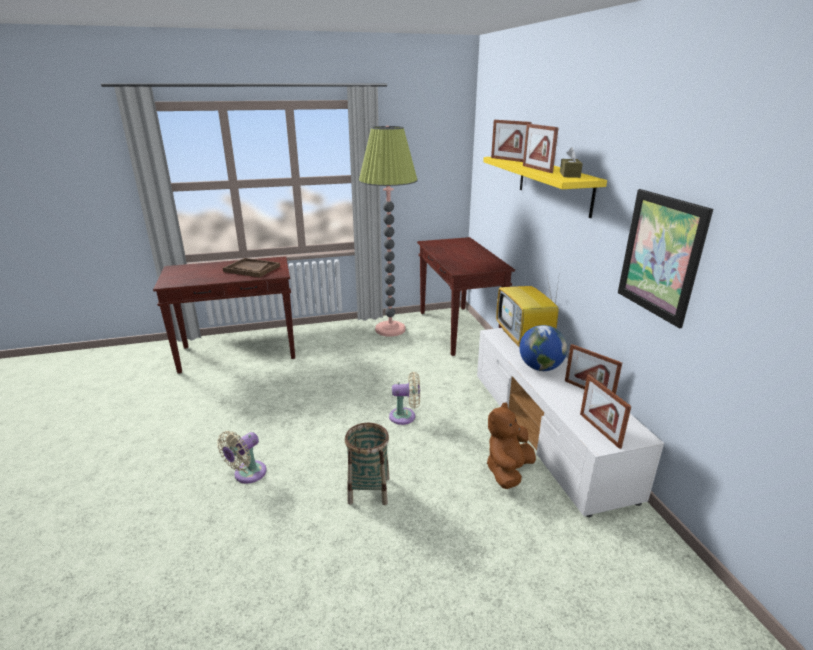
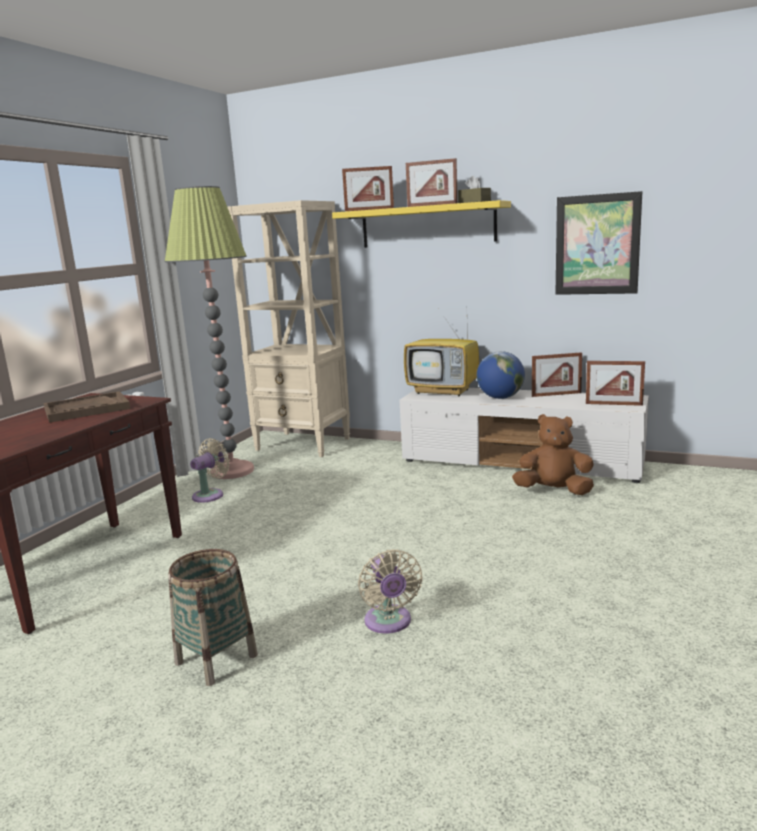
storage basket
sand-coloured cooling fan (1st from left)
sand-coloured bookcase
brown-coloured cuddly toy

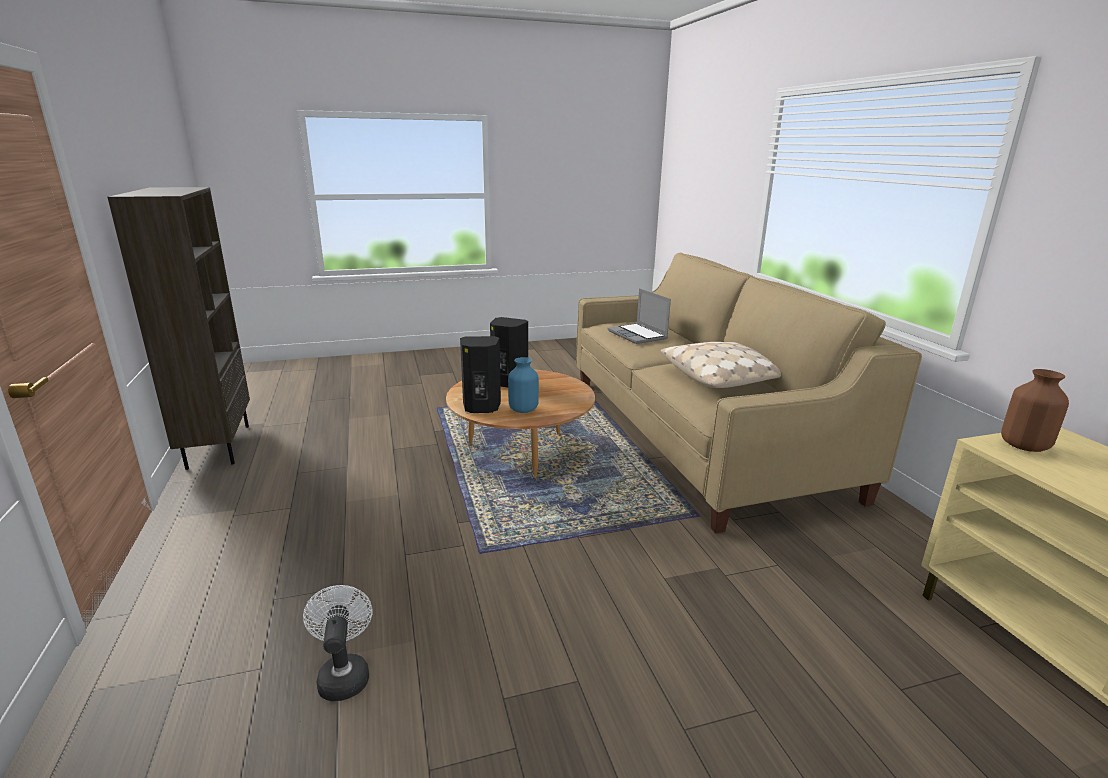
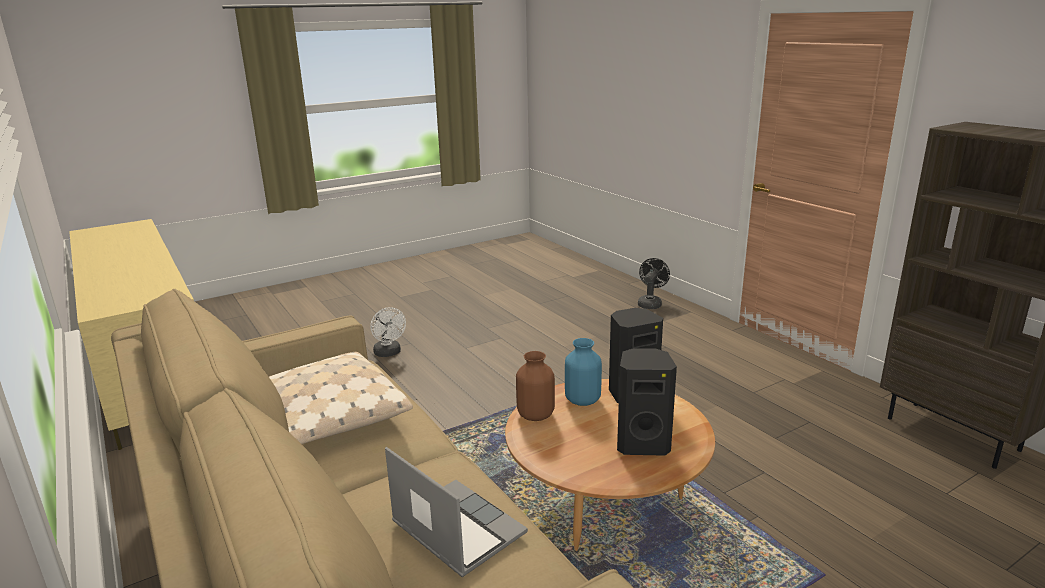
white-coloured cooling fan
brown-coloured flower vase
blackish cooling fan

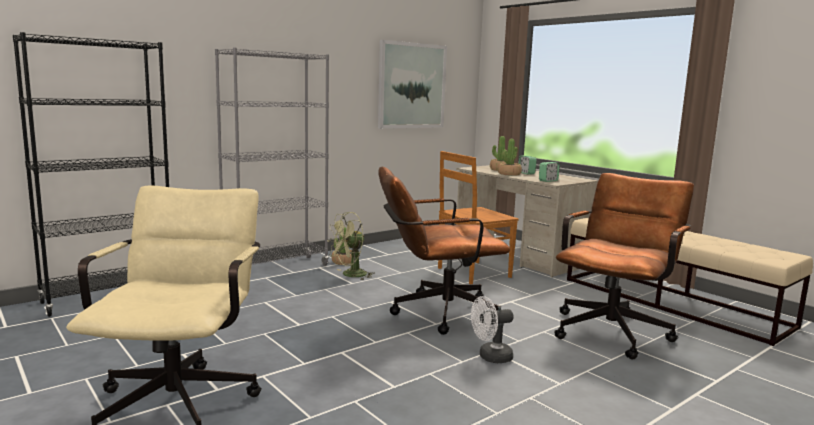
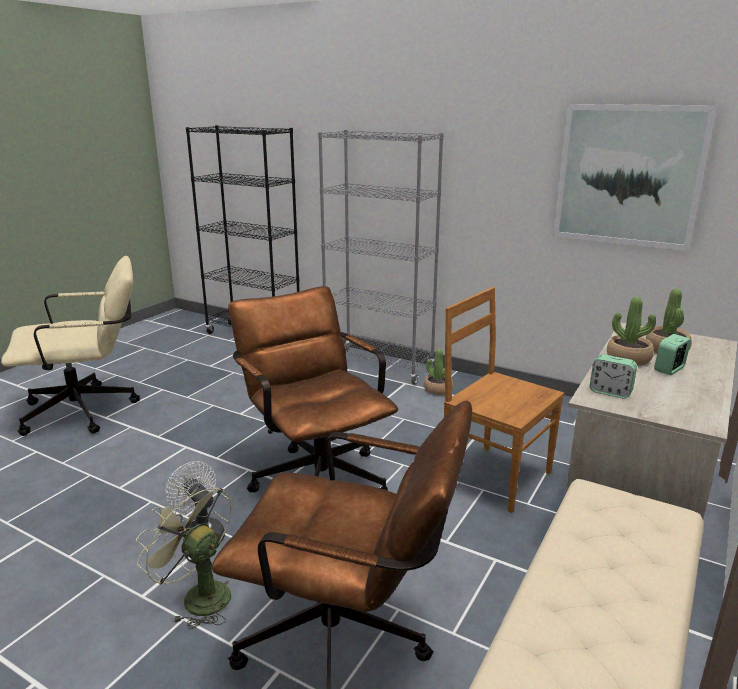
green cooling fan

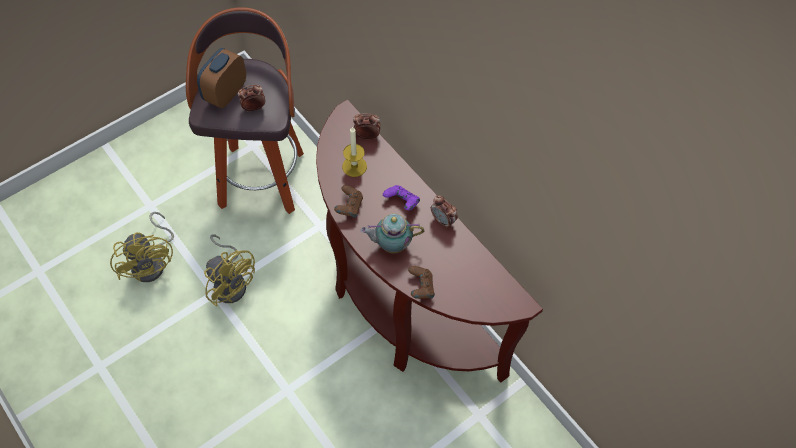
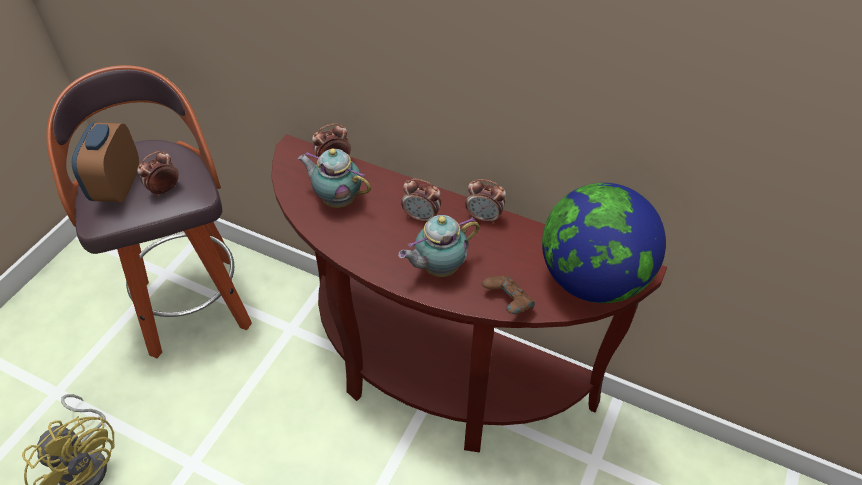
pot for tea (1st from left)
table clock (4th from left)
world globe
yellow cooling fan (2nd from left in the first image)
brown-coloured gamepad (1st from left in the first image)

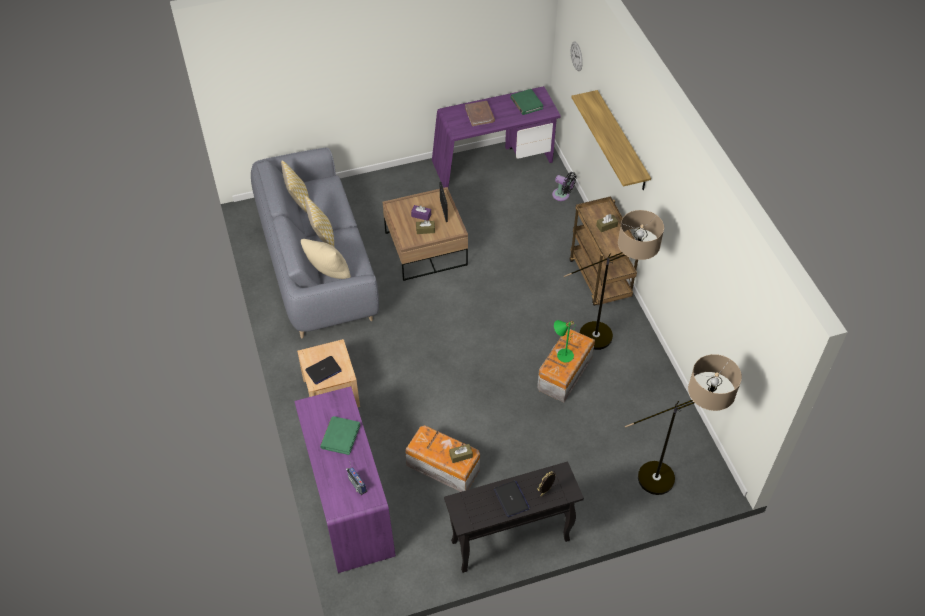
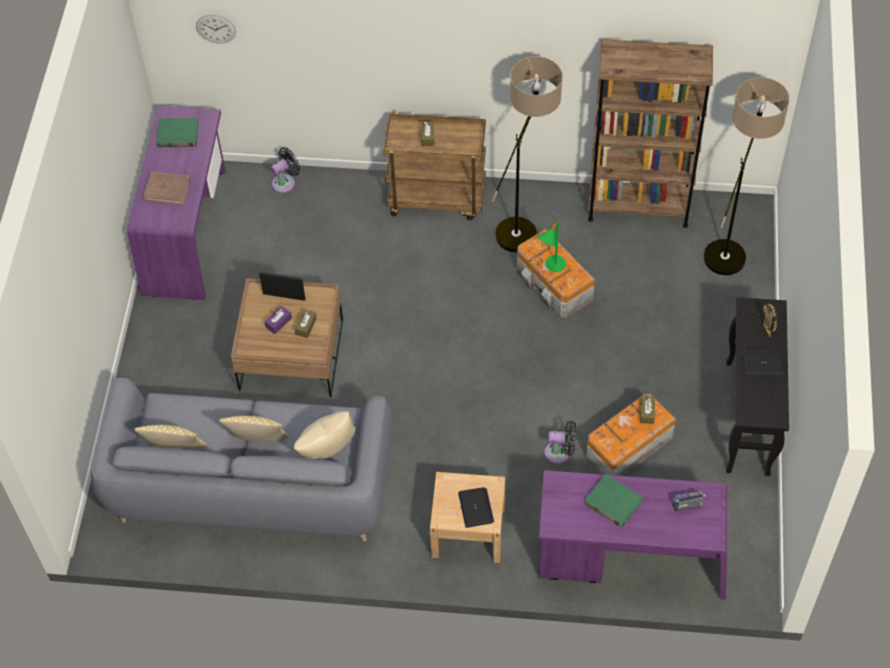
blackish cooling fan (2nd from left)
brown-coloured bookcase
wall shelf

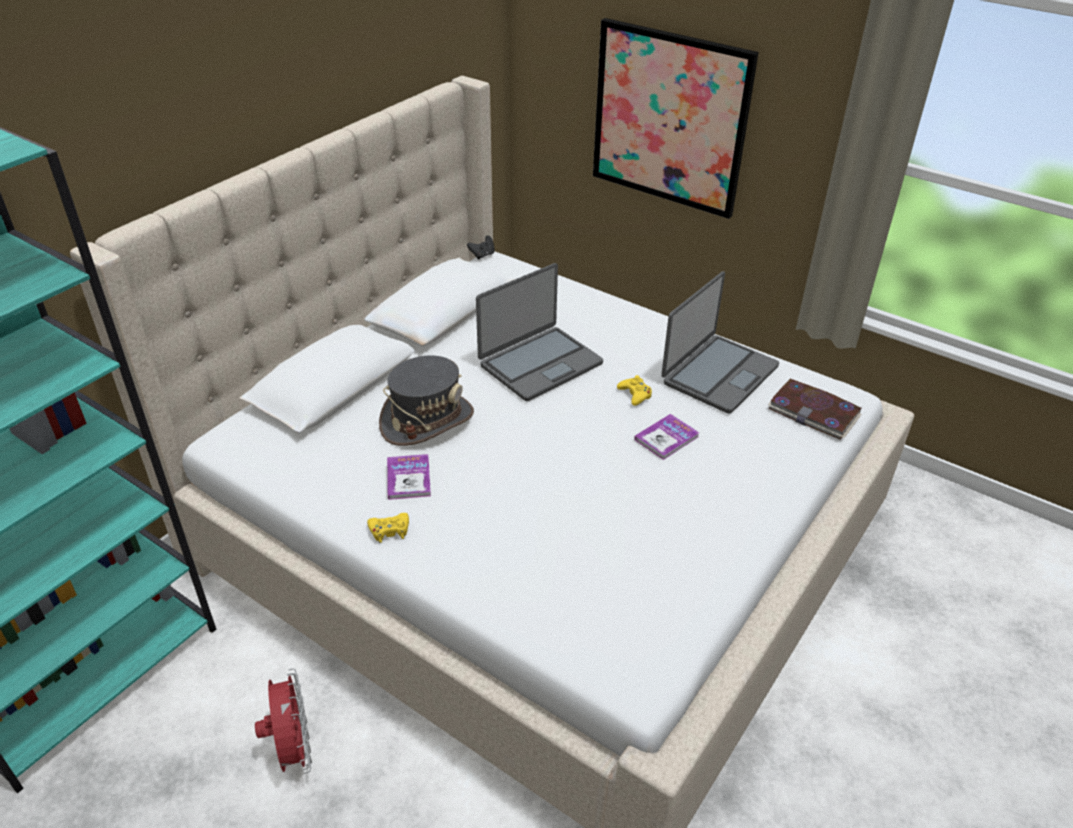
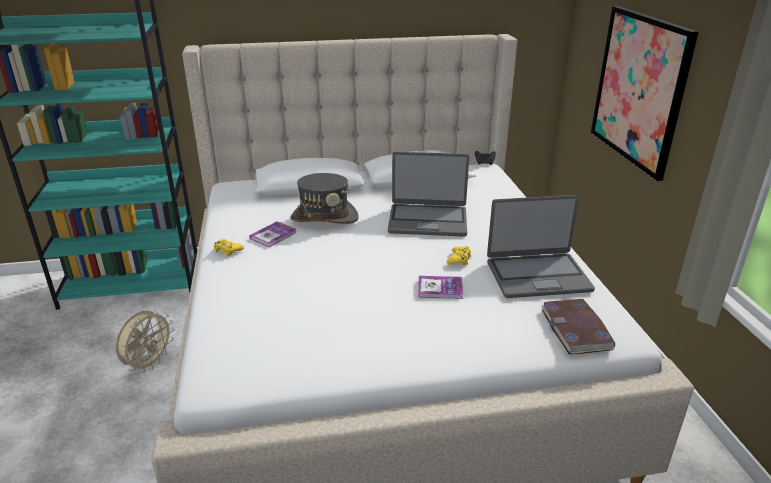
sand-coloured cooling fan

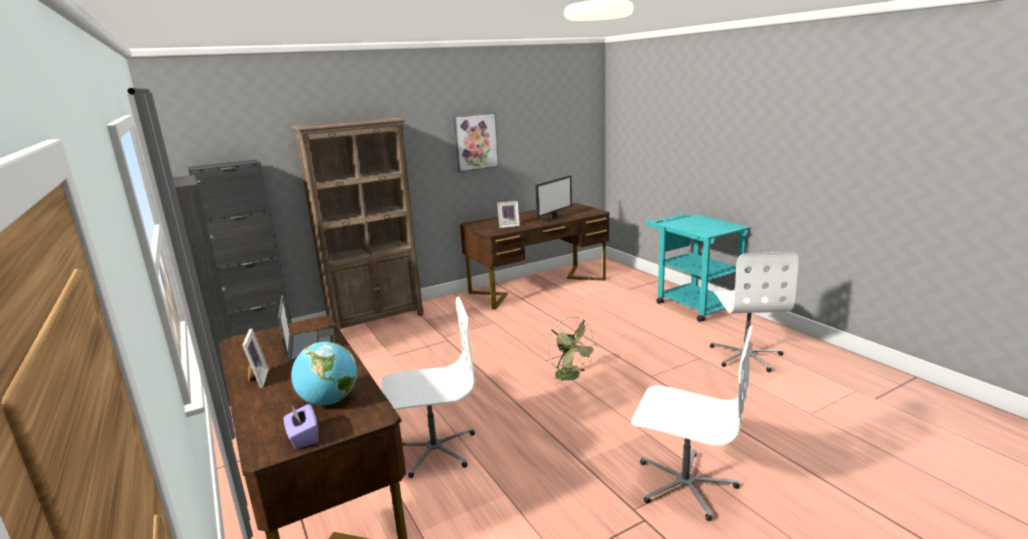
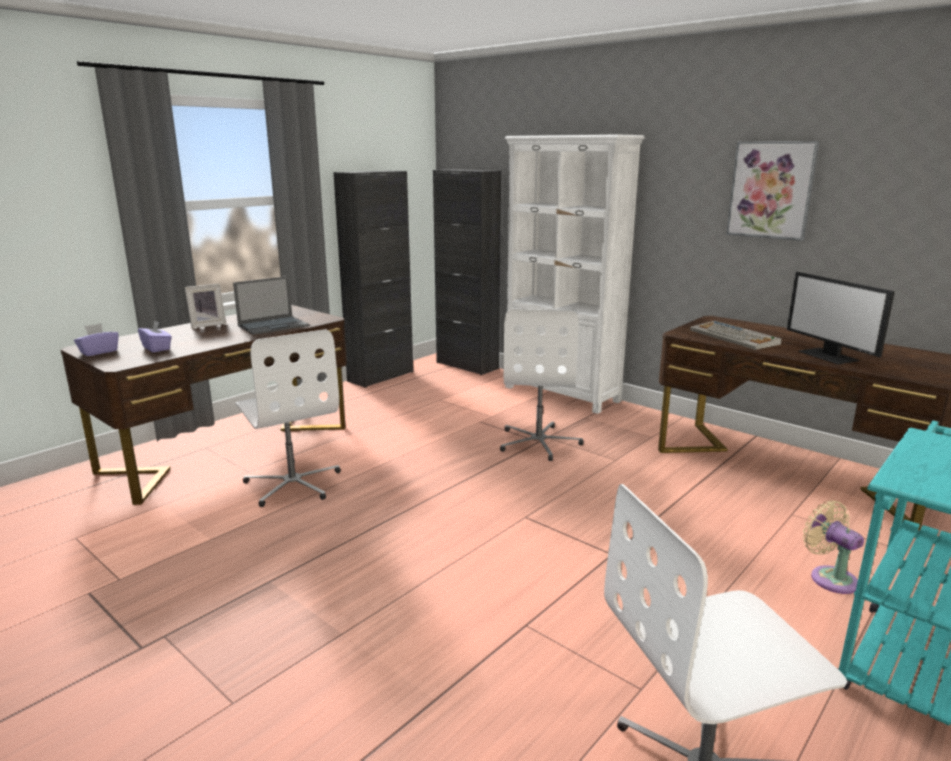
purplish tissue box (2nd from left)
white-coloured office chair (2nd from left)
white-coloured bookcase
PC keyboard
monitor
sand-coloured cooling fan
green cooling fan

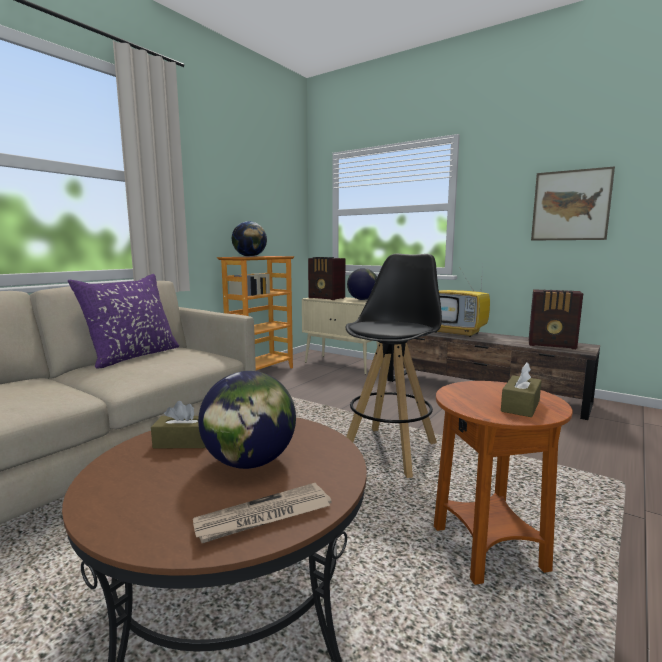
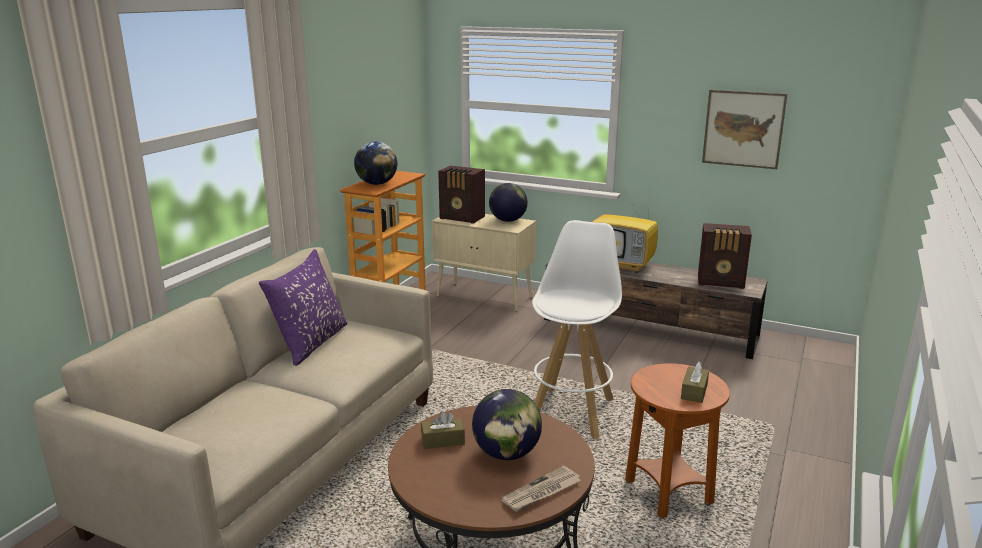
white-coloured stool

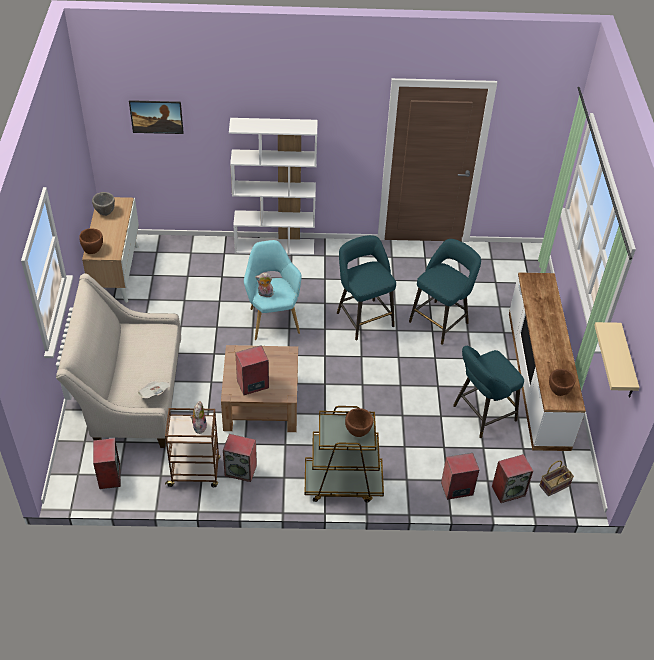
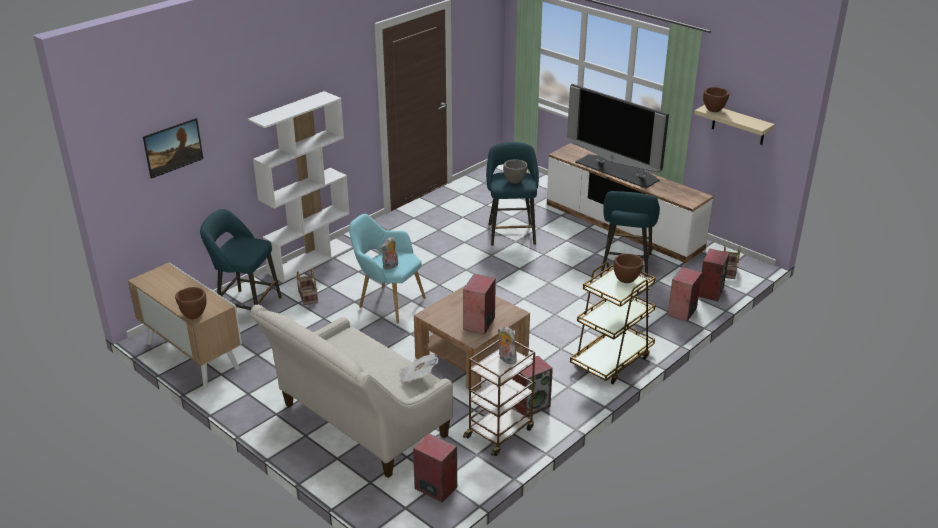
turquoise-coloured stool (1st from left)
storage basket (1st from left)
greyish serving bowl
television
brown-coloured serving bowl (3rd from left)

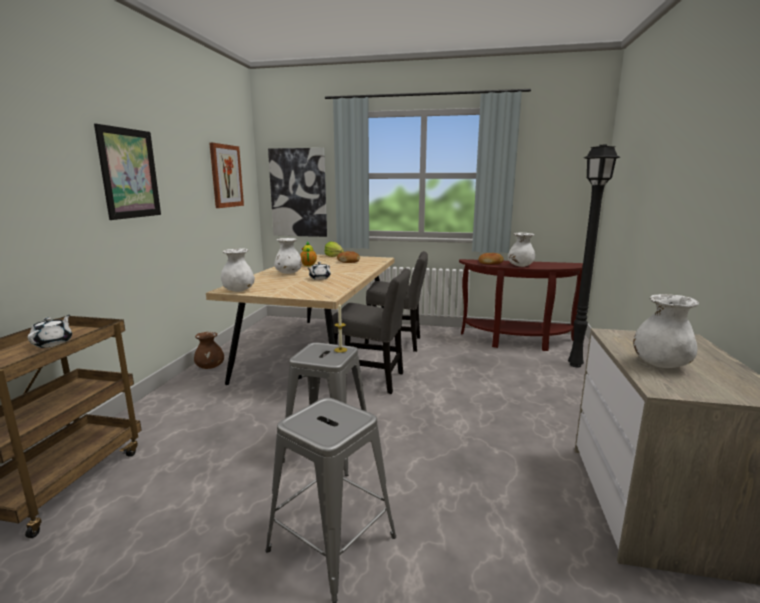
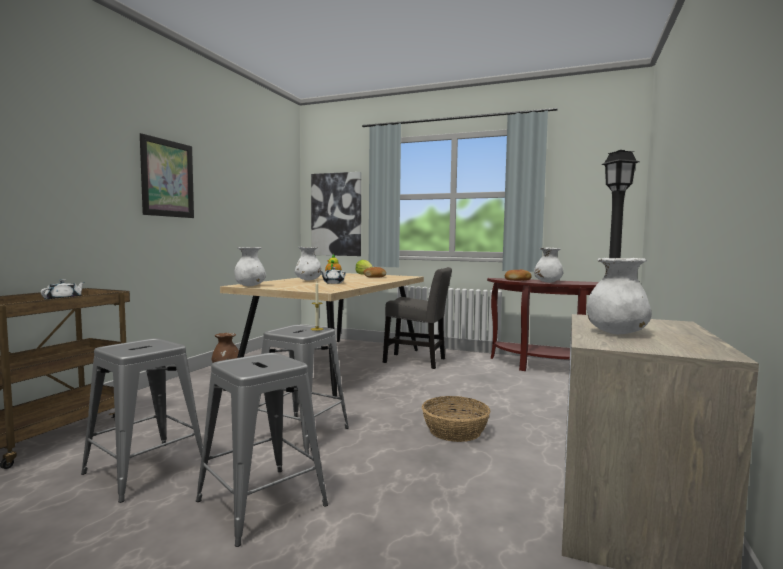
greyish stool (1st from left)
storage basket
wall art (2nd from left in the first image)
greyish plain chair (1st from left in the first image)

